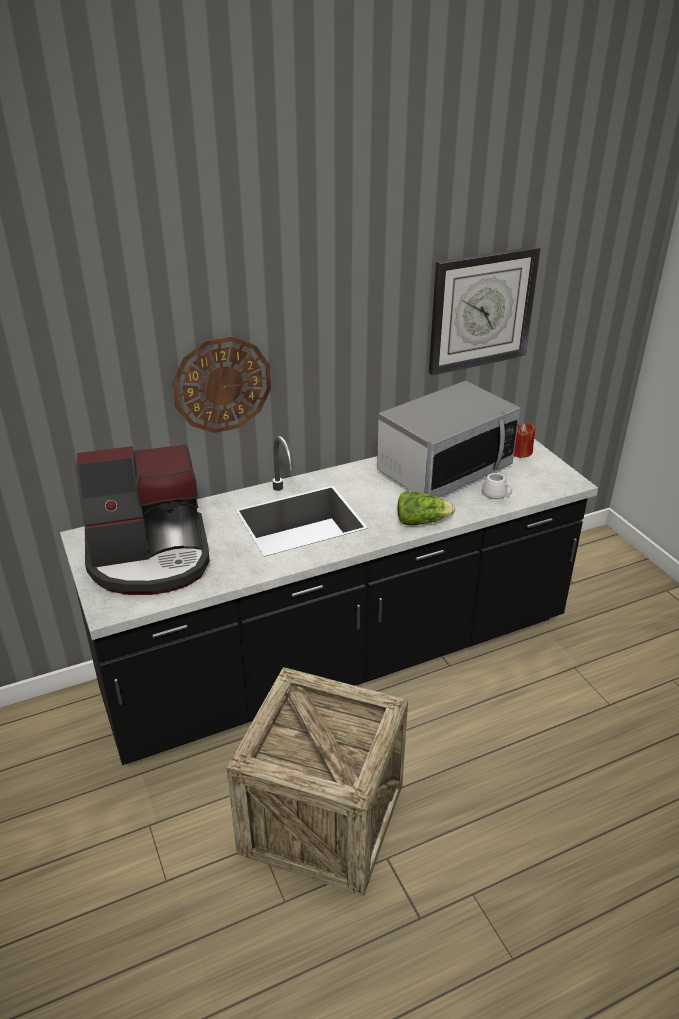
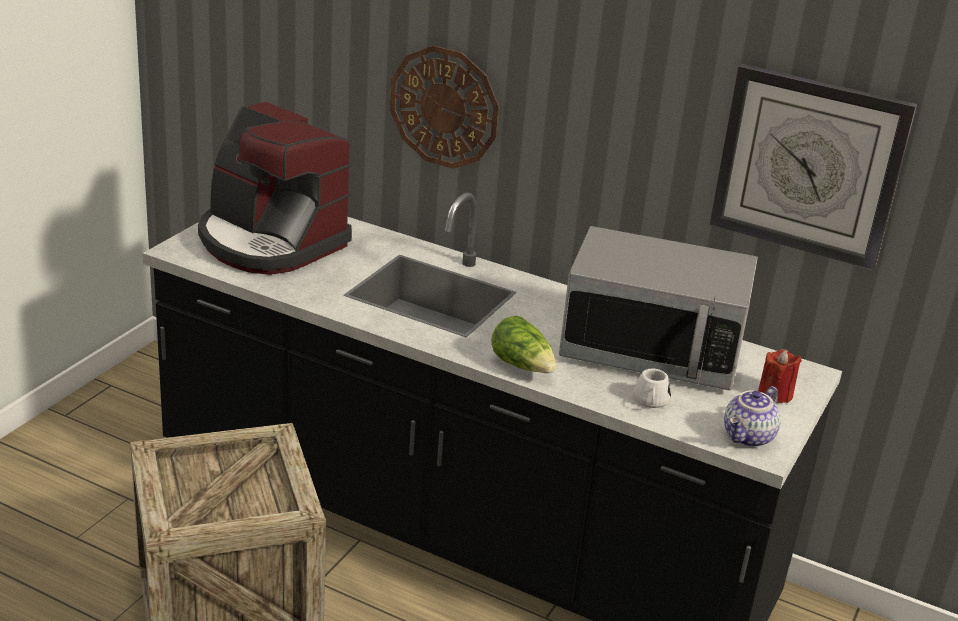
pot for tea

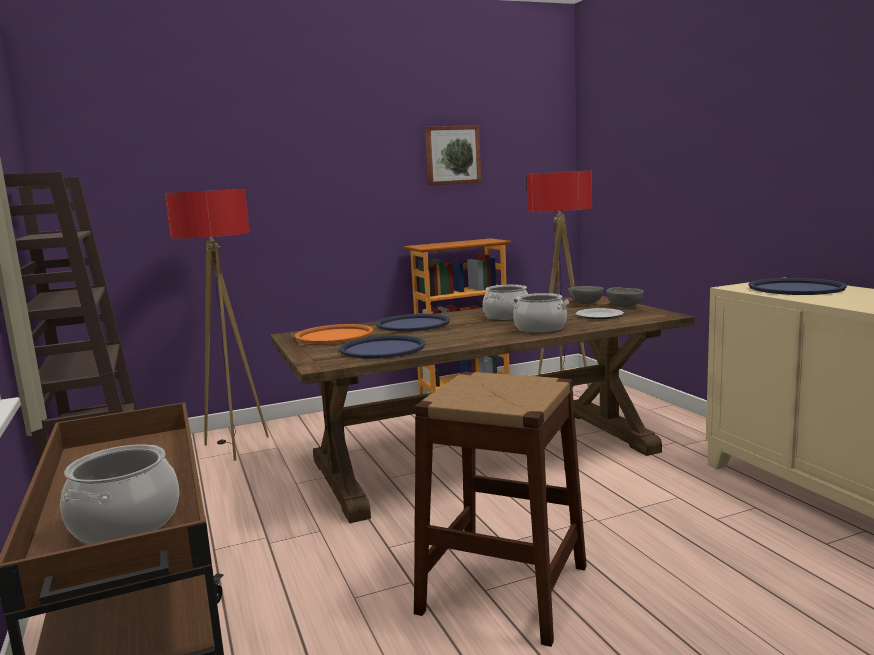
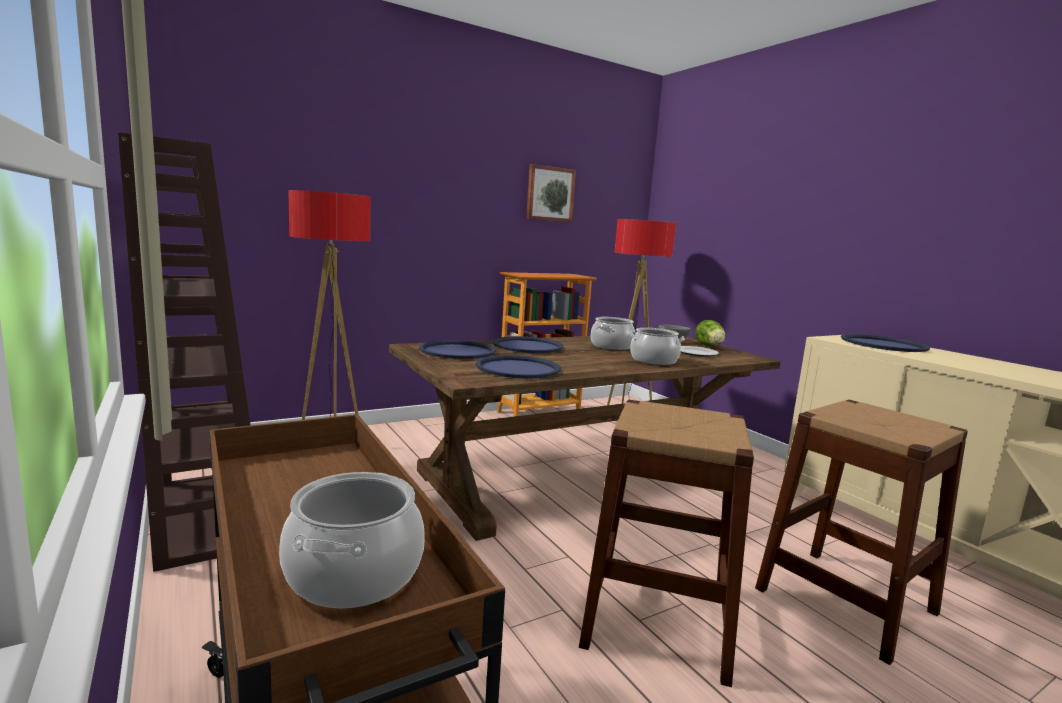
blue serving tray (1st from left)
lettuce
brown-coloured stool (2nd from left)

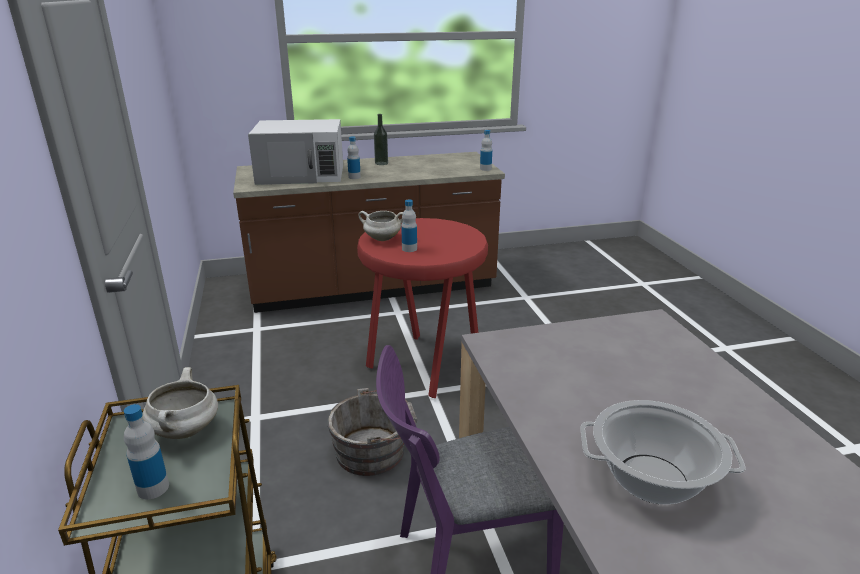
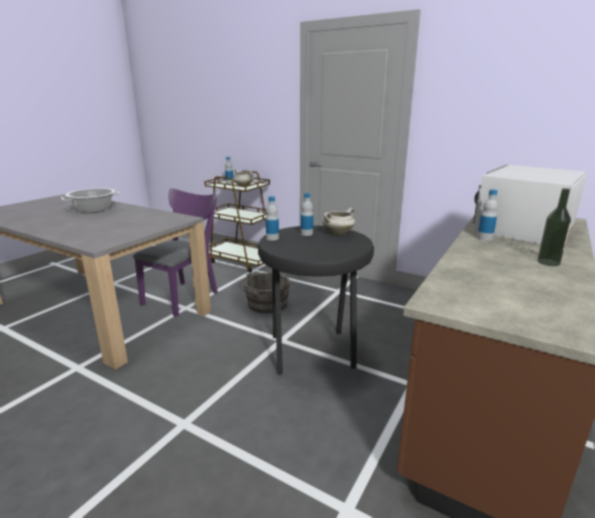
blackish stool
beverage bottle (2nd from left)

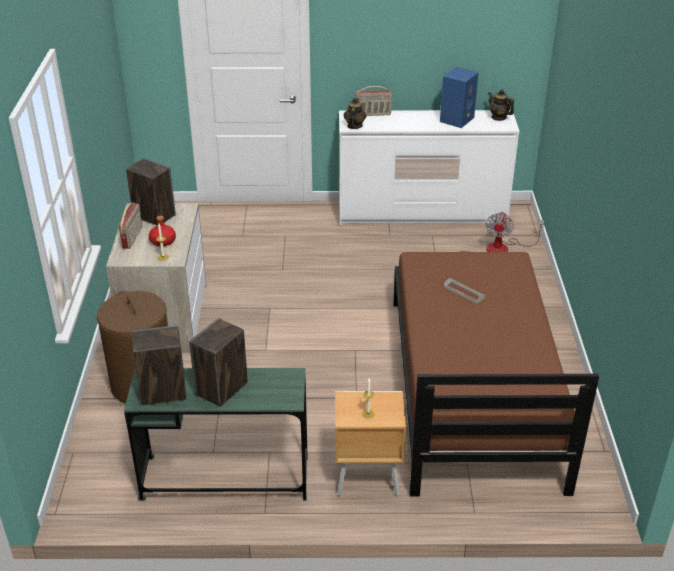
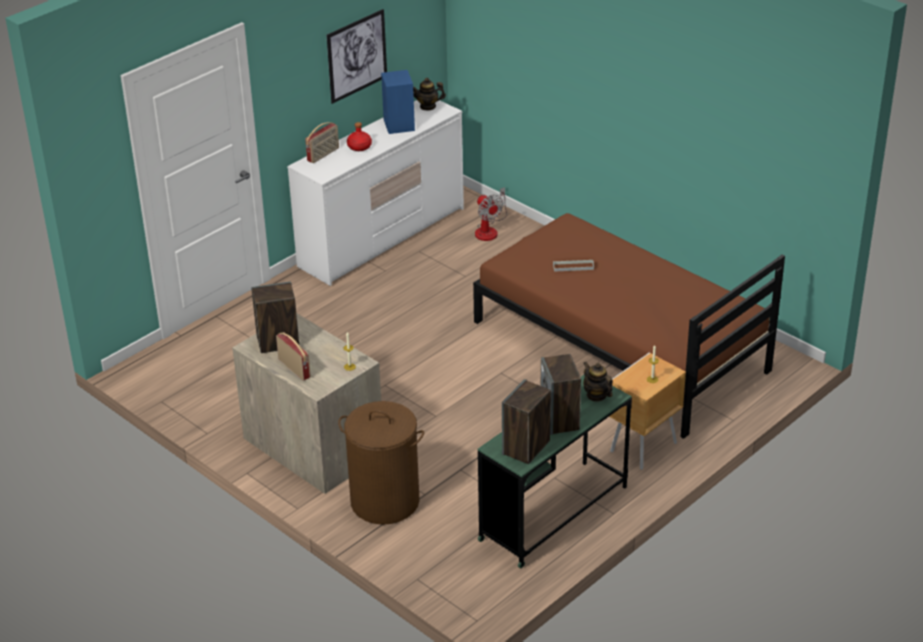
wall art
reddish beverage bottle
pot for tea (2nd from left)

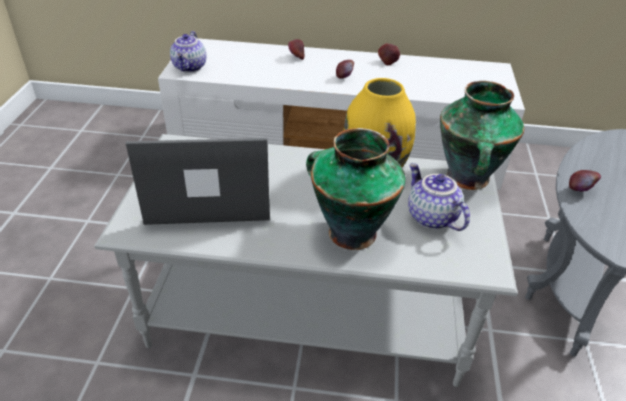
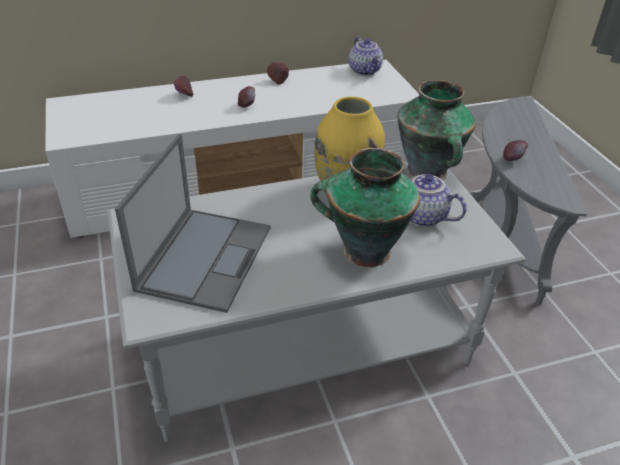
laptop
pot for tea (1st from left)

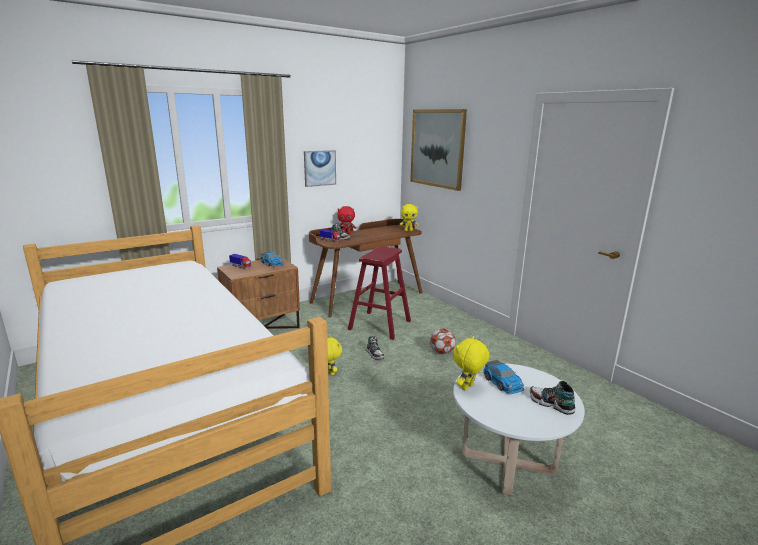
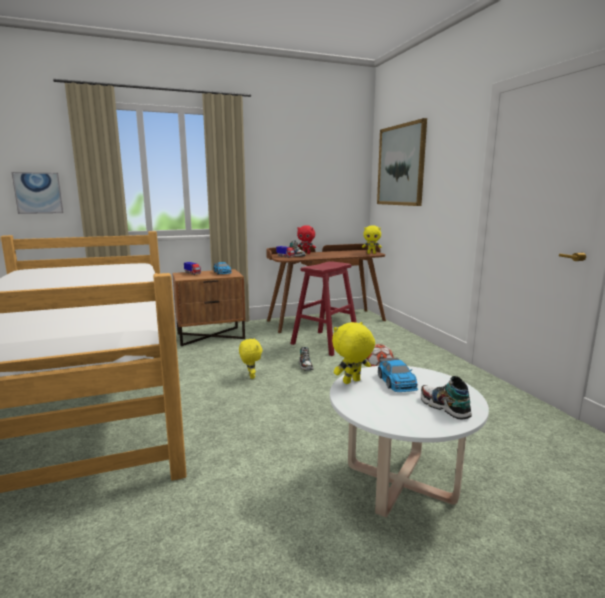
wall art (1st from left)

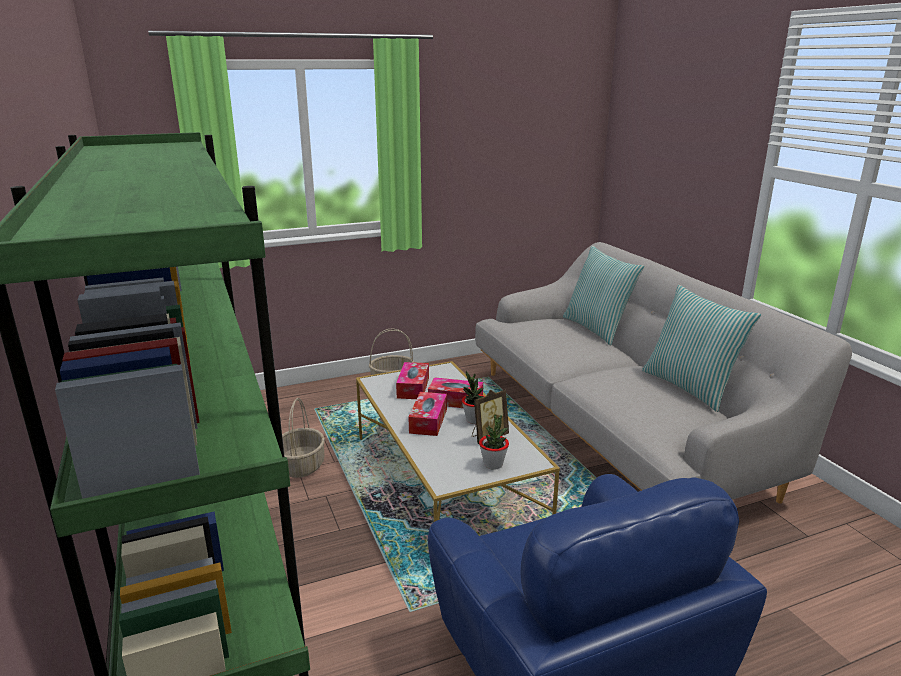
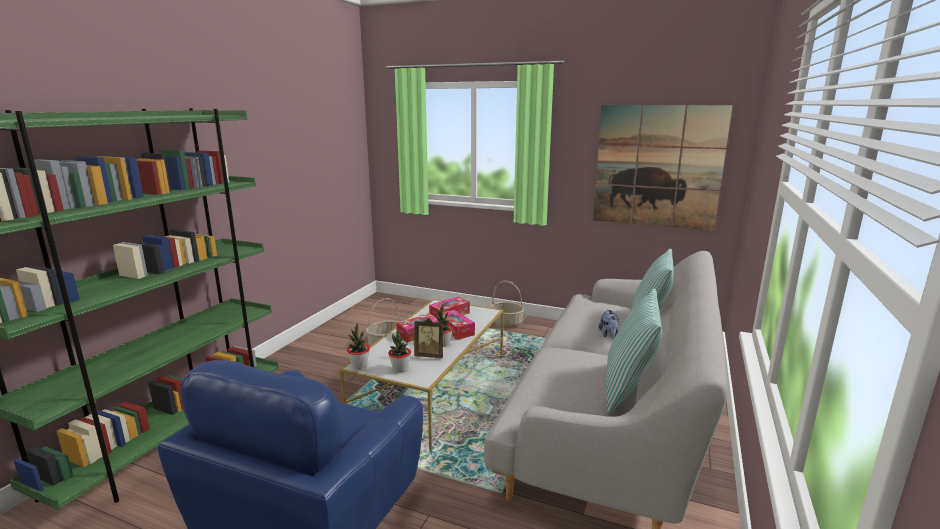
plant in a pot (1st from left)
wall art
cuddly toy

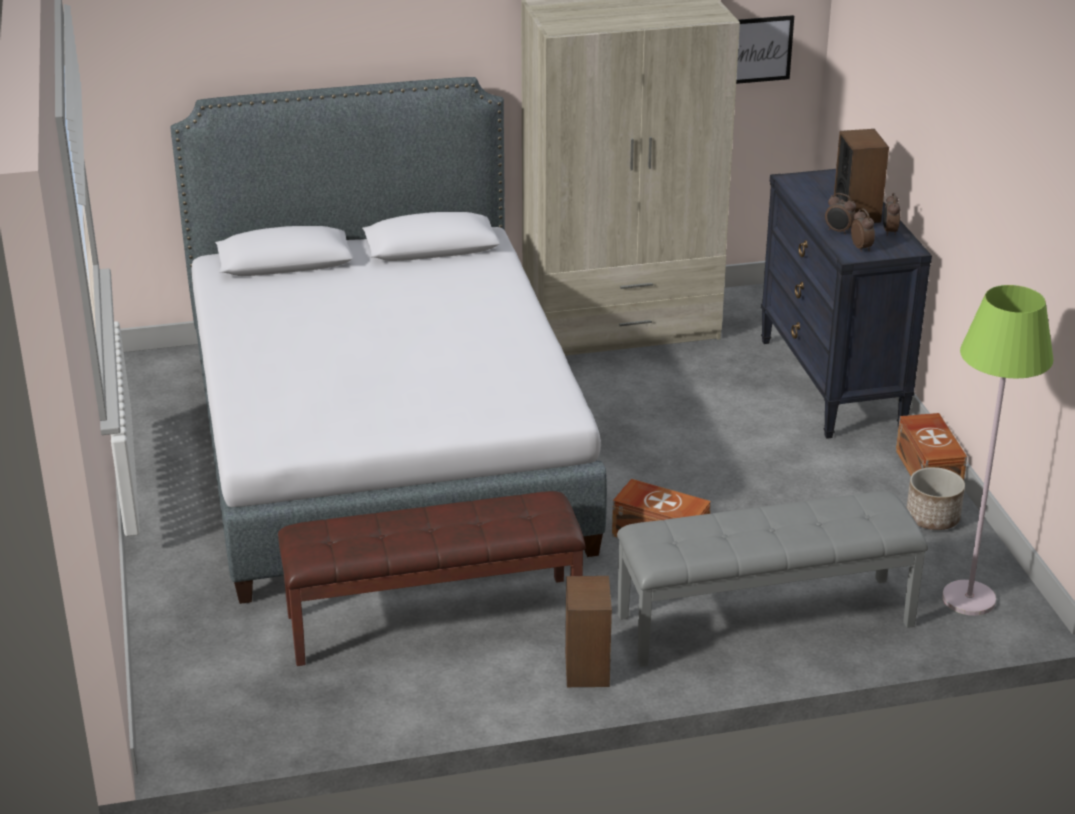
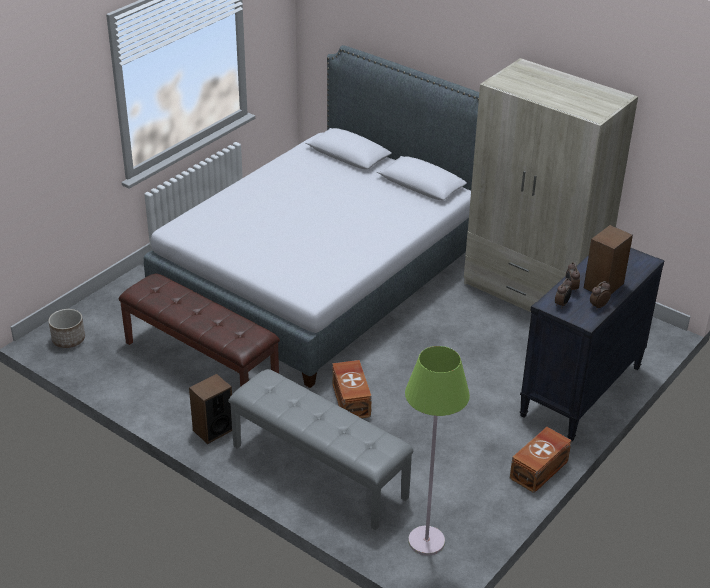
plant pot
wall art

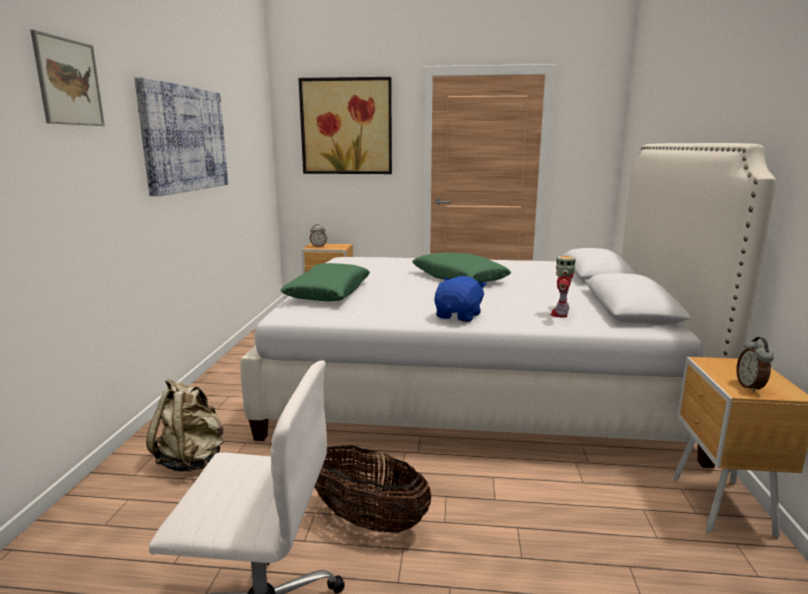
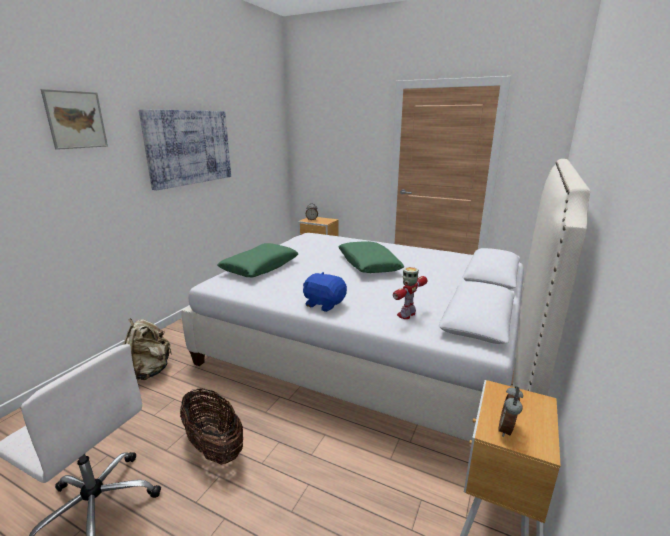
blue cuddly toy
wall art (3rd from left in the first image)

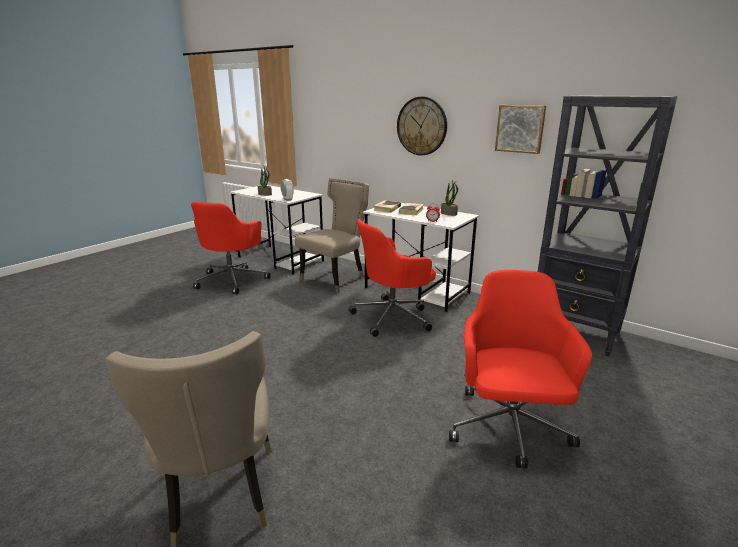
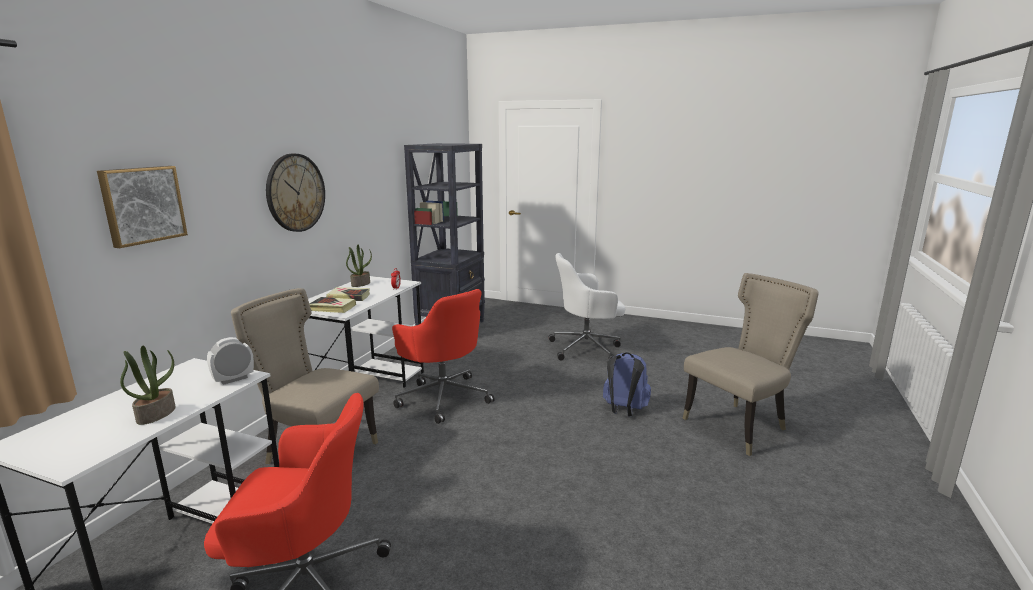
wall art
white-coloured office chair
blue knapsack

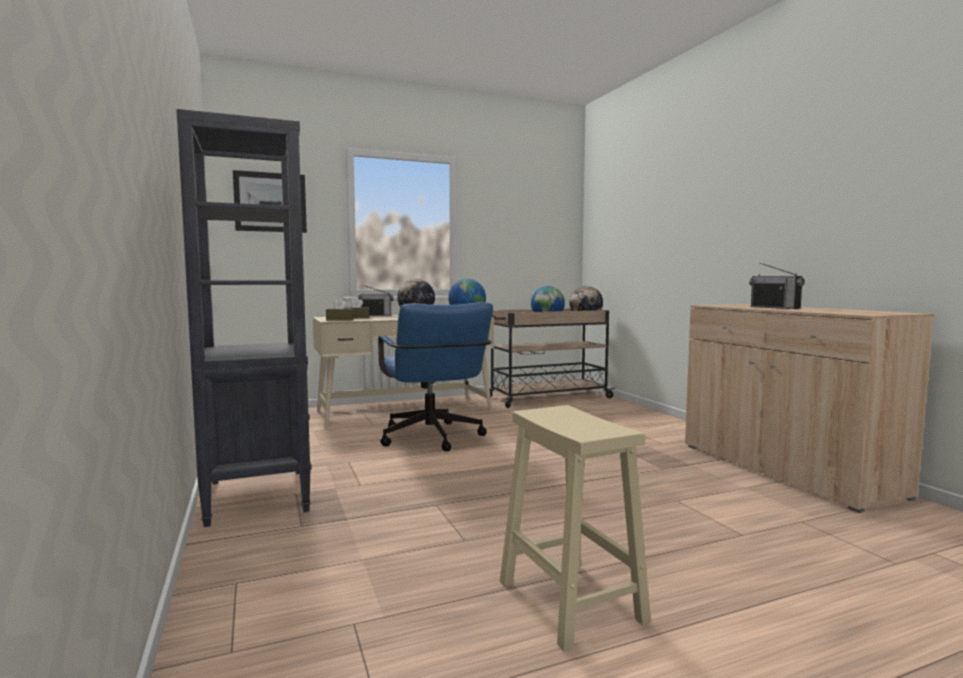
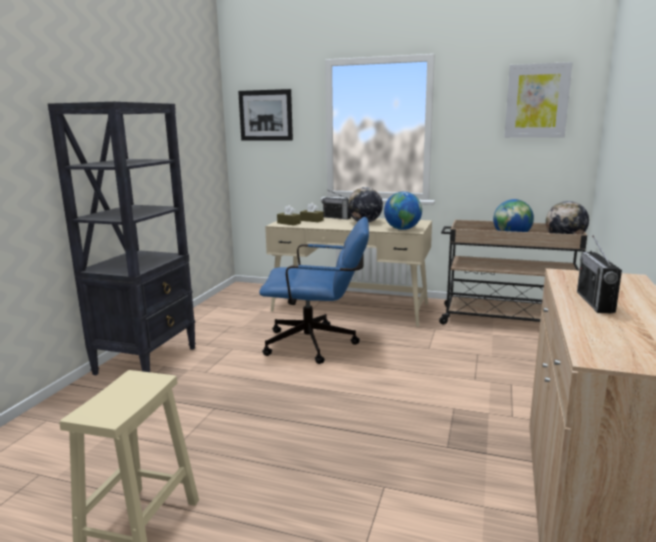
blue office chair
wall art (2nd from left)

